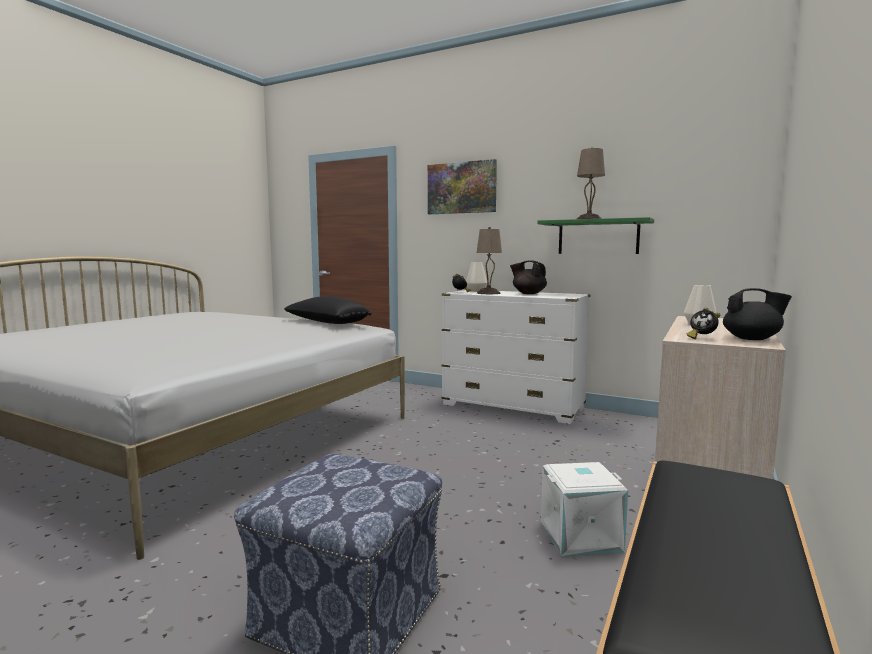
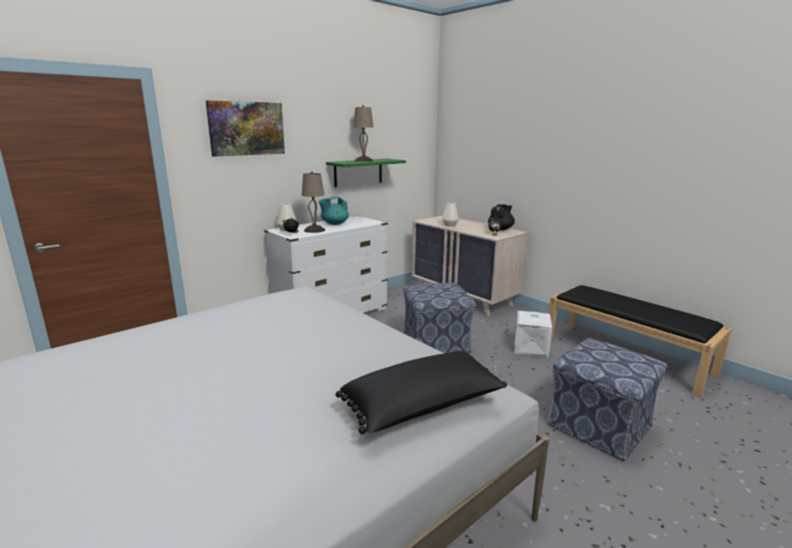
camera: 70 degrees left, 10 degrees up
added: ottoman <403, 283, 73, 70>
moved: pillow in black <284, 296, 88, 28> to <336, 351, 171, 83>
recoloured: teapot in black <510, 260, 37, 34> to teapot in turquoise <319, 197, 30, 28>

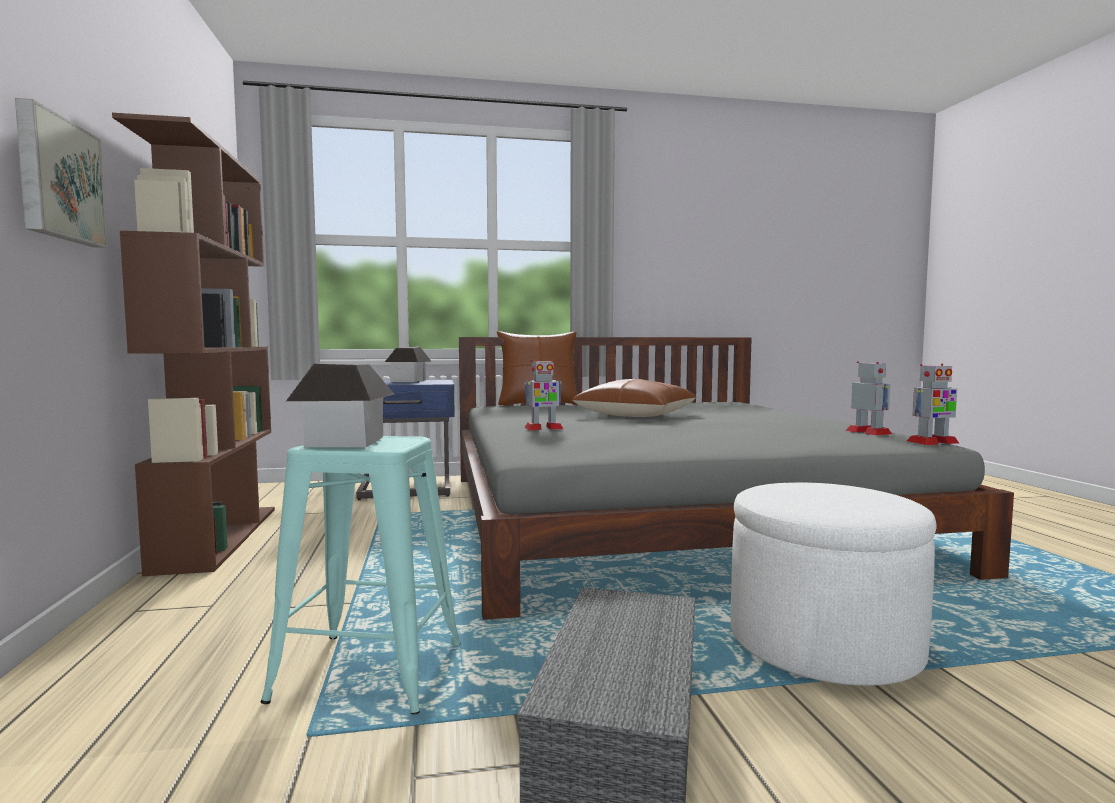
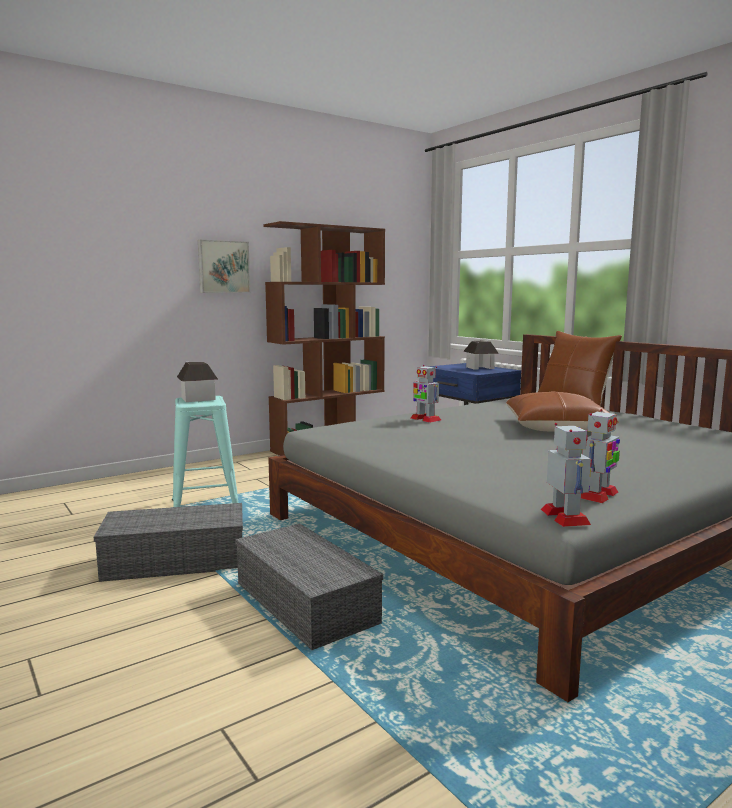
camera: 65 degrees right, 5 degrees up
replaced: ottoman in white <731, 482, 206, 204> to storage box in grey <235, 523, 148, 127>
turned: toy robot <907, 364, 52, 81> = <541, 423, 51, 104> 150 degrees counterclockwise

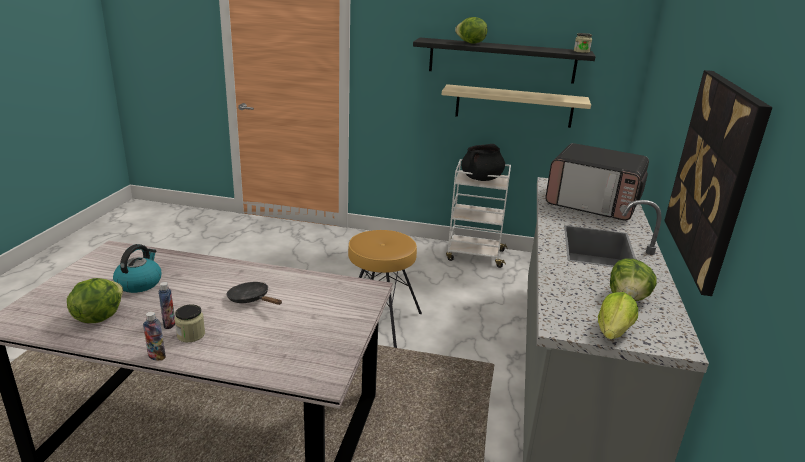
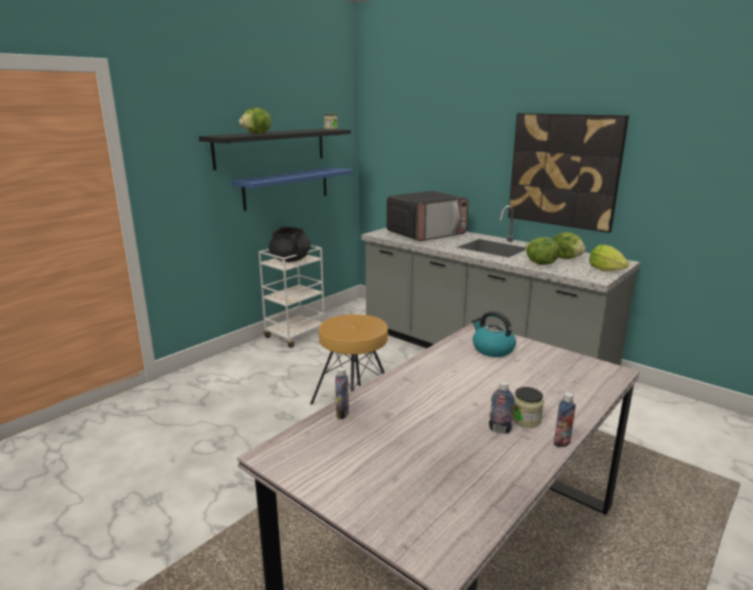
camera: 60 degrees left, 5 degrees down
removed: frying pan in black <226, 282, 56, 23>
added: bottle <335, 367, 14, 52>
moved: lettuce <67, 278, 56, 45> to <525, 237, 34, 28>; kettle <113, 244, 48, 49> to <472, 311, 44, 46>
recoloured: shelf in beige <442, 84, 149, 44> to shelf in blue <231, 167, 122, 44>

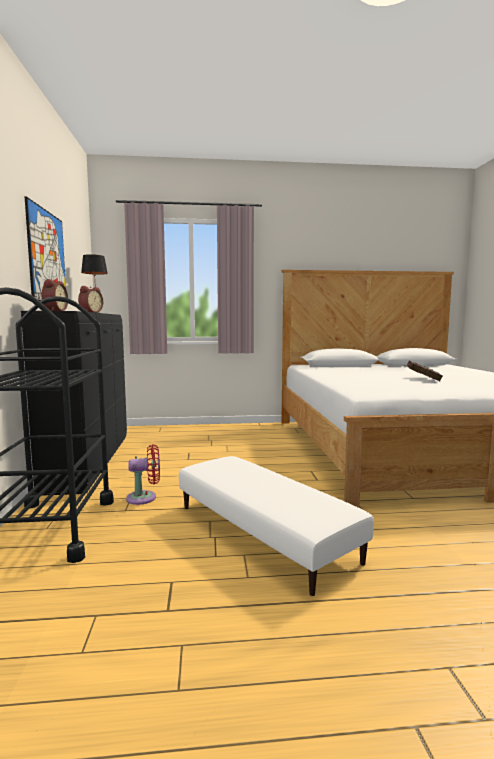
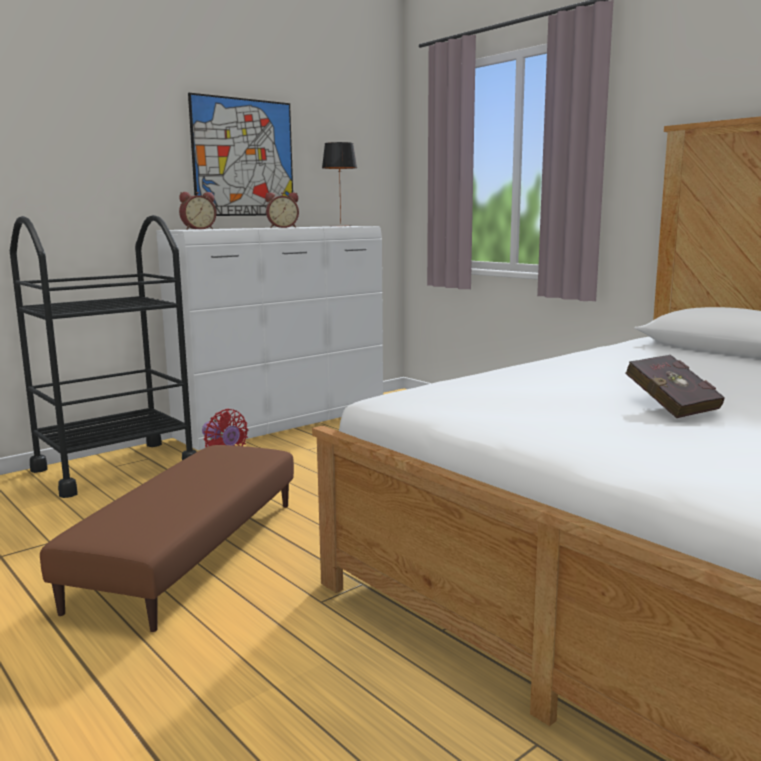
camera: 55 degrees right, 5 degrees up
recoloured: dresser in black <21, 311, 106, 185> to dresser in white <156, 226, 227, 224>; ottoman in white <179, 456, 195, 140> to ottoman in brown <40, 445, 254, 187>

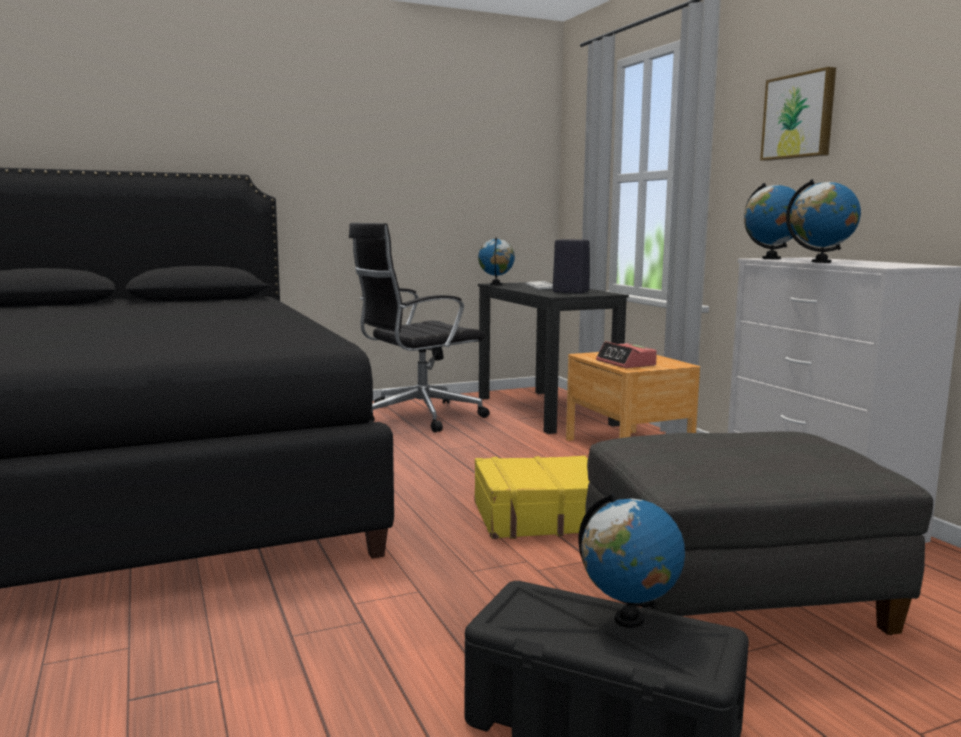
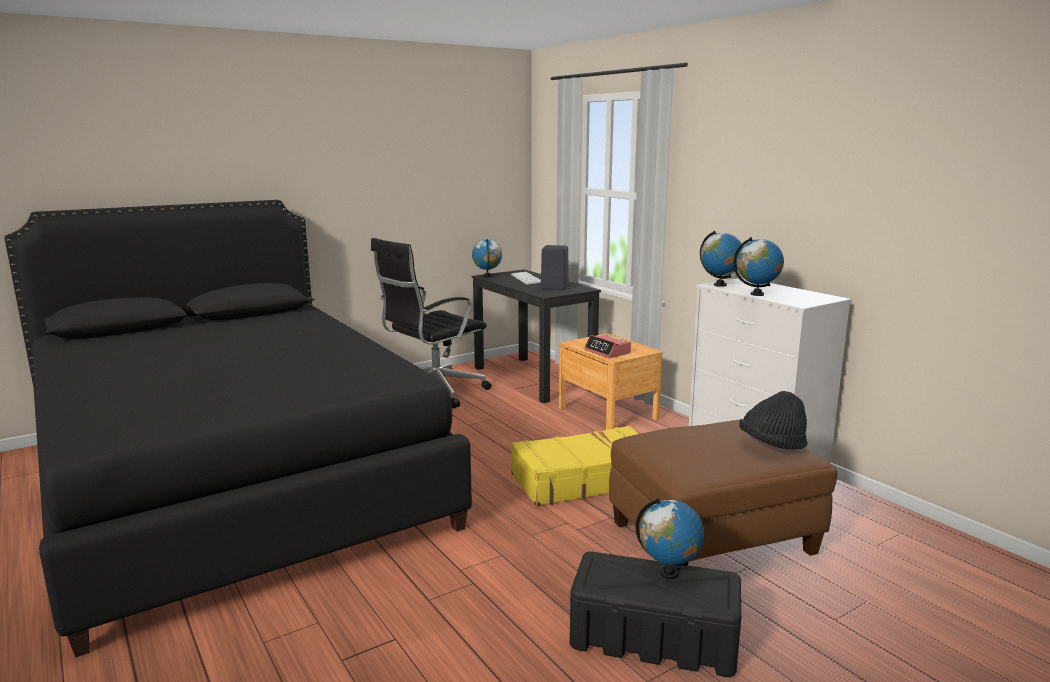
camera: 10 degrees left, 5 degrees up
removed: picture <760, 67, 76, 94>
added: hat in black <739, 391, 68, 59>
recoloured: ottoman in grey <585, 432, 348, 203> to ottoman in brown <609, 419, 228, 146>

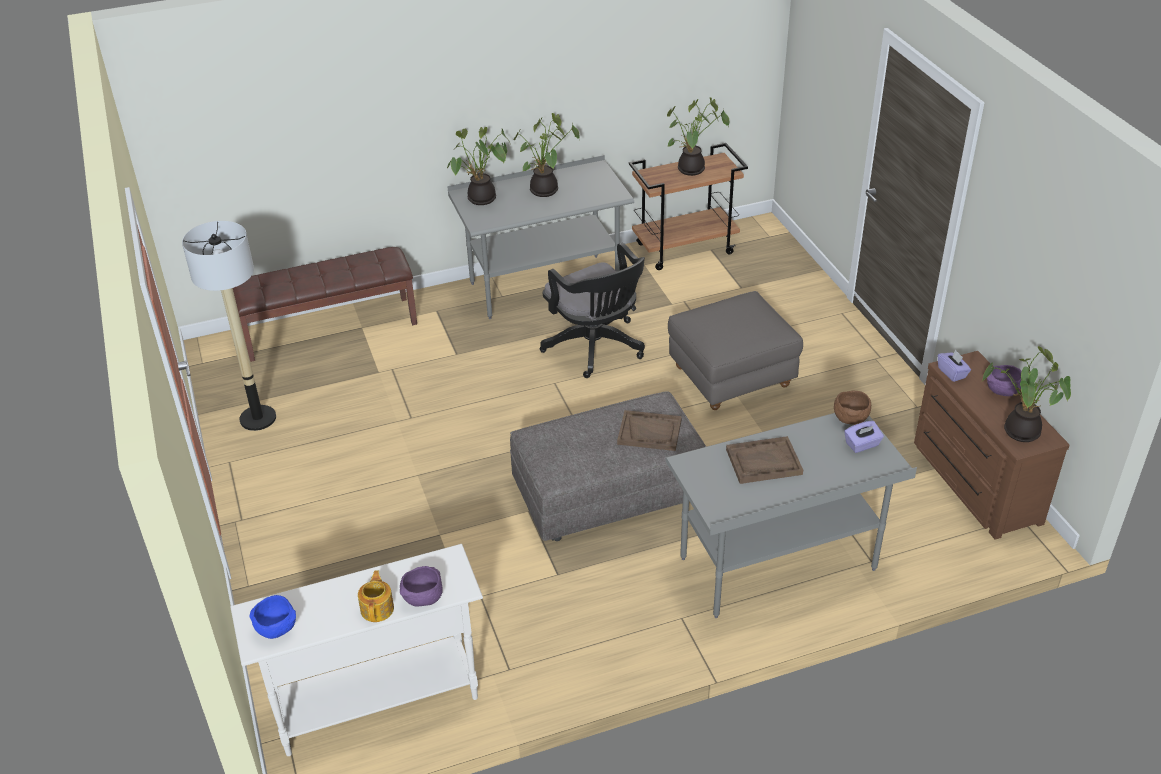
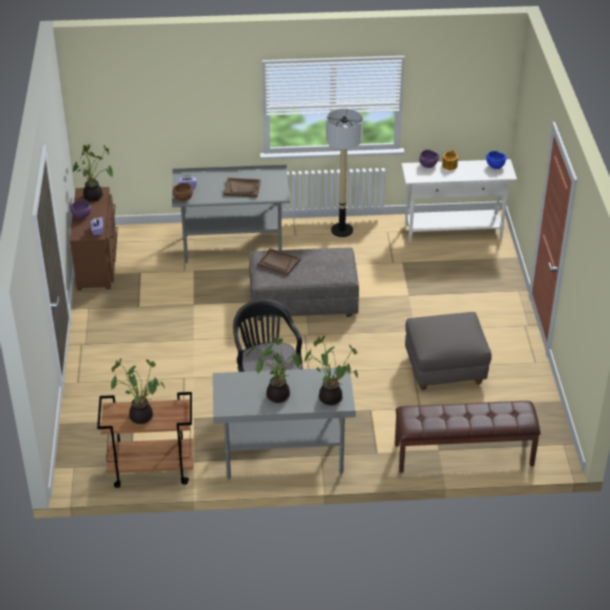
camera: 165 degrees left, 0 degrees up
moved: floor lamp <182, 221, 94, 210> to <326, 109, 37, 128>; ottoman in grey <668, 291, 135, 119> to <405, 312, 87, 78>

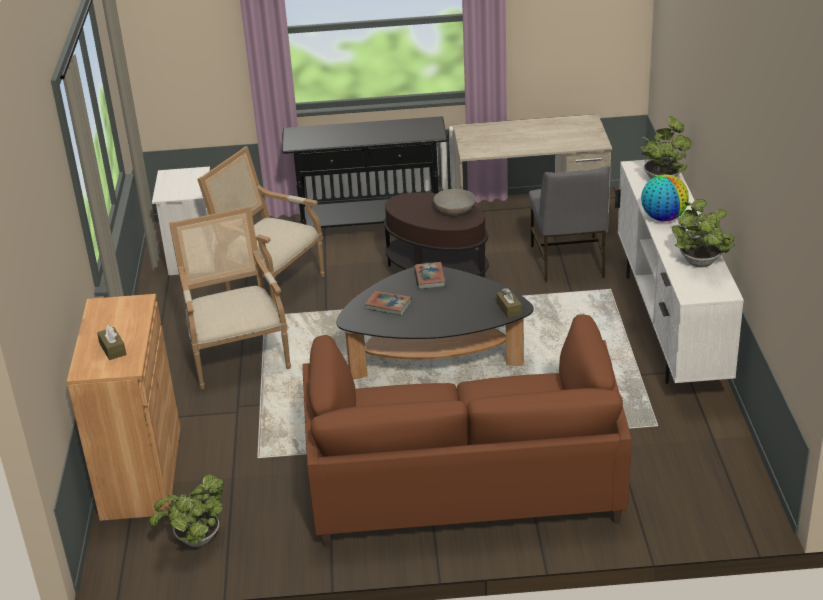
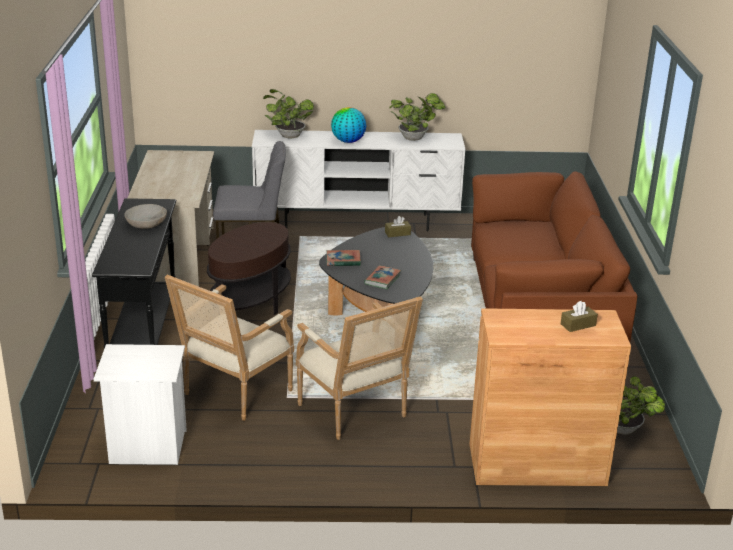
camera: 90 degrees left, 5 degrees down
moved: bowl in grey <434, 189, 42, 26> to <124, 204, 43, 25>
turned: armchair <169, 206, 122, 184> = <296, 296, 127, 144> 105 degrees counterclockwise

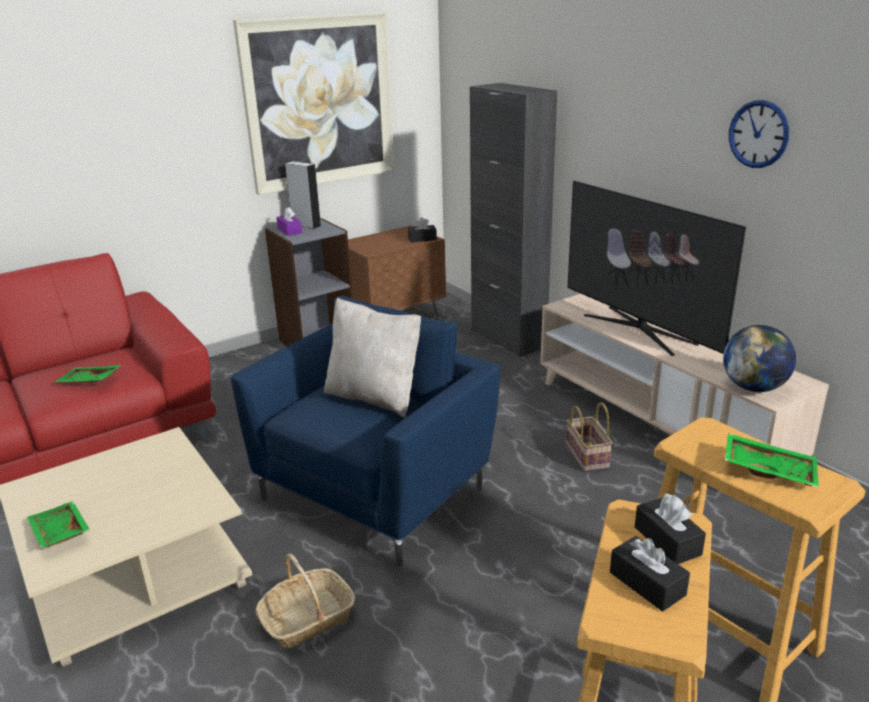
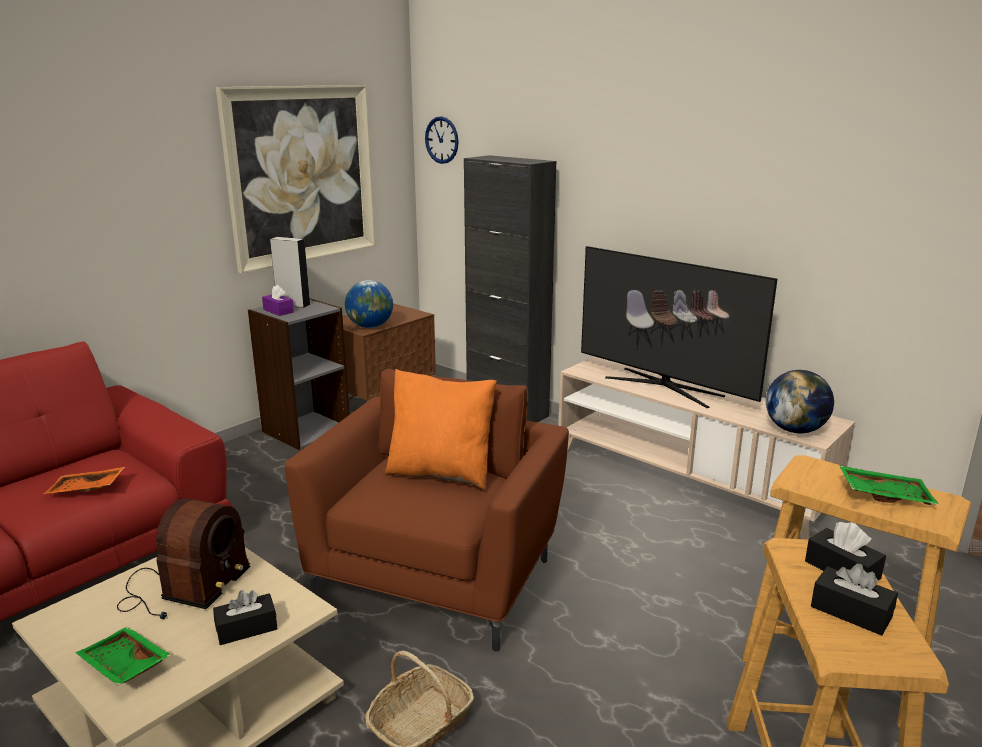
camera: 15 degrees left, 5 degrees down
removed: basket <566, 402, 47, 70>
added: radio <117, 498, 133, 121>; globe <345, 280, 48, 48>
moved: tissue box in black <408, 217, 29, 25> to <213, 590, 64, 55>; wall clock <729, 100, 60, 68> to <425, 116, 34, 48>
recoloured: tray in green <55, 365, 66, 18> to tray in orange <43, 467, 82, 27>; armchair in blue <231, 295, 269, 272> to armchair in brown <285, 369, 284, 283>; pillow in beige <324, 298, 97, 120> to pillow in orange <385, 369, 112, 121>

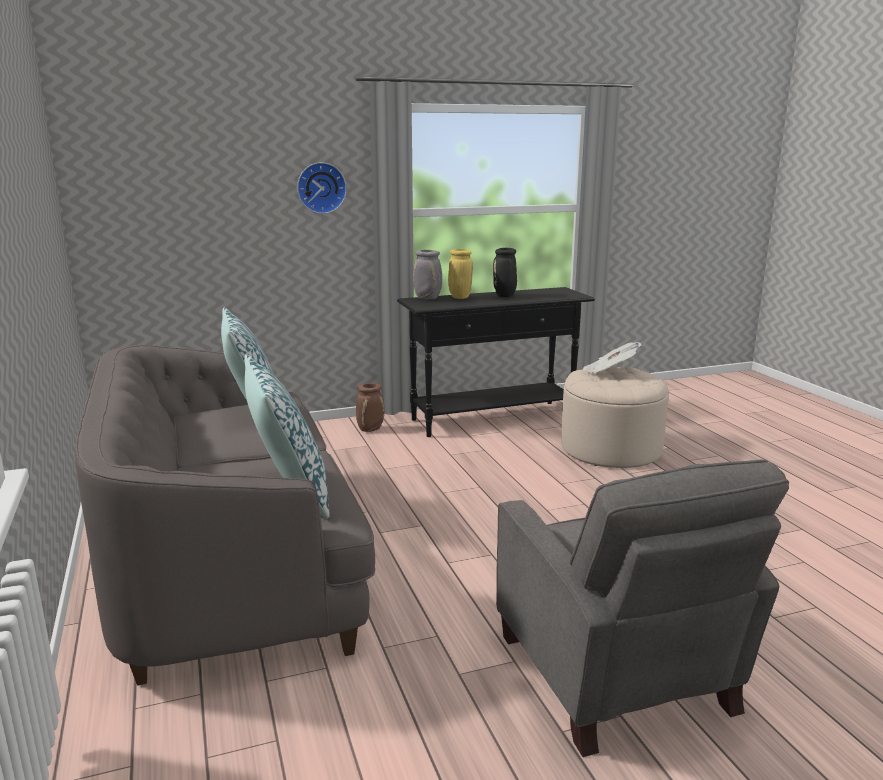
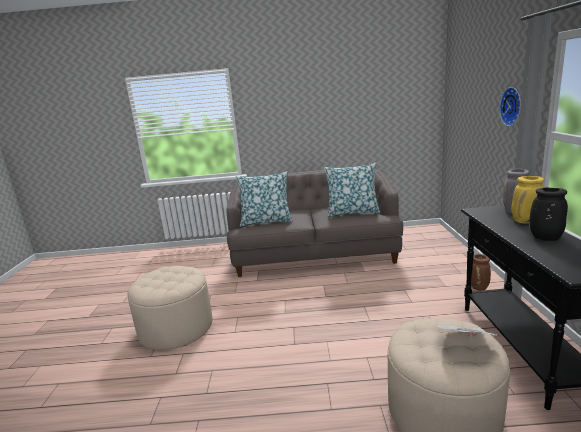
camera: 110 degrees right, 0 degrees up
replaced: armchair in grey <496, 459, 293, 298> to ottoman in beige <128, 266, 85, 84>

